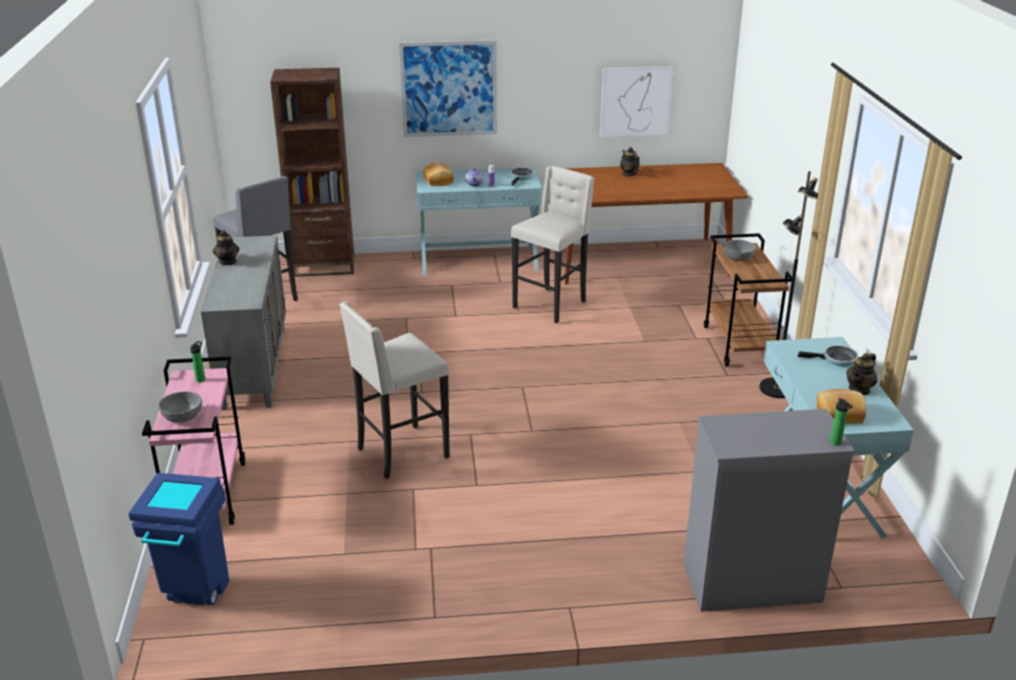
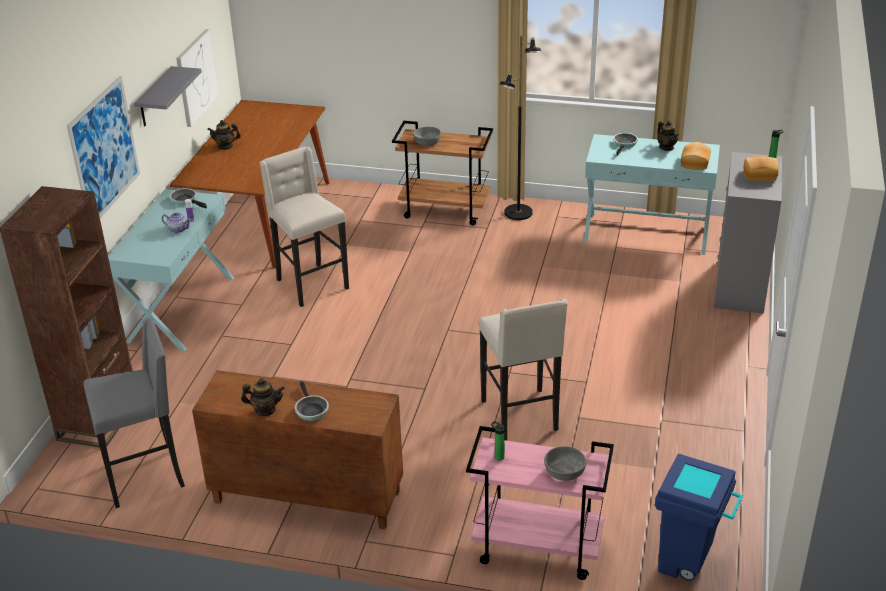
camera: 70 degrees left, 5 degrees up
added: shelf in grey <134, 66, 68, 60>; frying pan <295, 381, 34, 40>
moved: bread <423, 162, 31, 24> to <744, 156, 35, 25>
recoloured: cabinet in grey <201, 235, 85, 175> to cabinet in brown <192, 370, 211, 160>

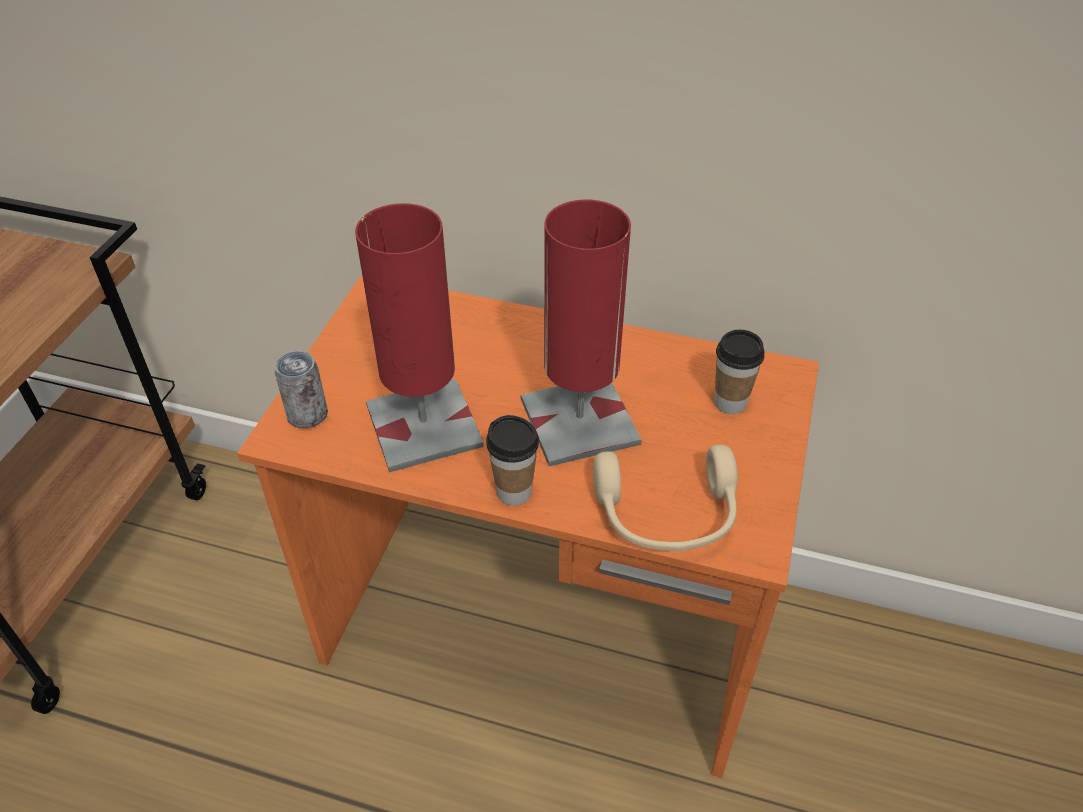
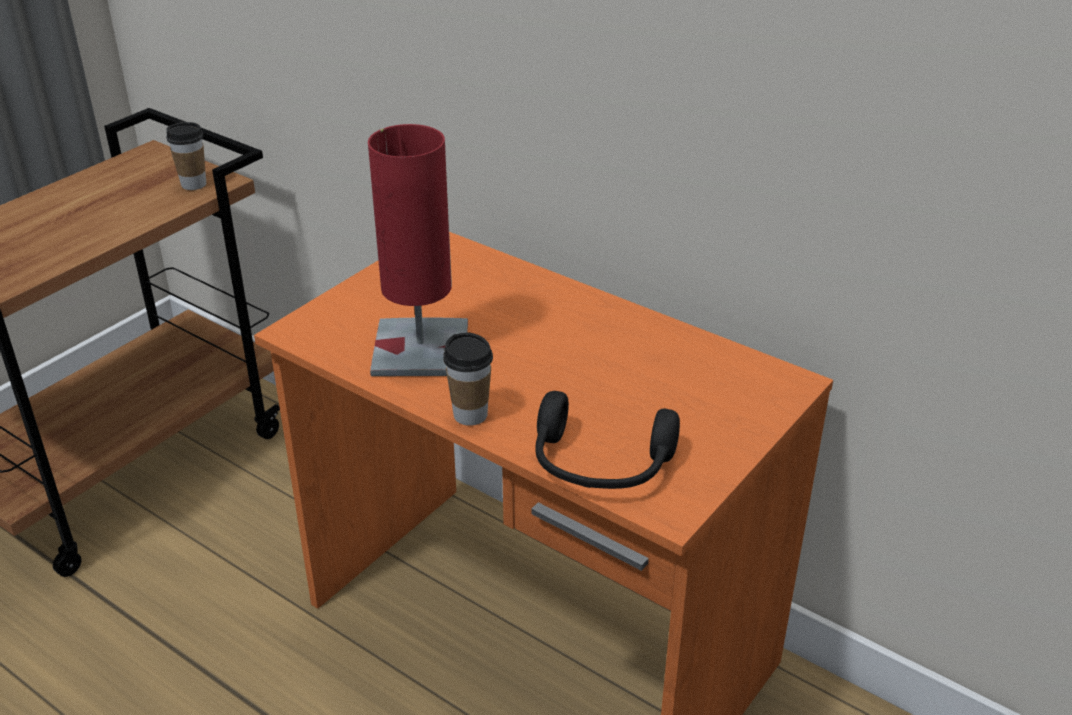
camera: 20 degrees right, 10 degrees down
removed: can <275, 351, 53, 77>; table lamp in red <521, 199, 120, 267>
moved: cup <714, 330, 51, 84> to <166, 122, 40, 68>
recoloured: headphones in beige <593, 445, 145, 107> to headphones in black <535, 391, 145, 98>

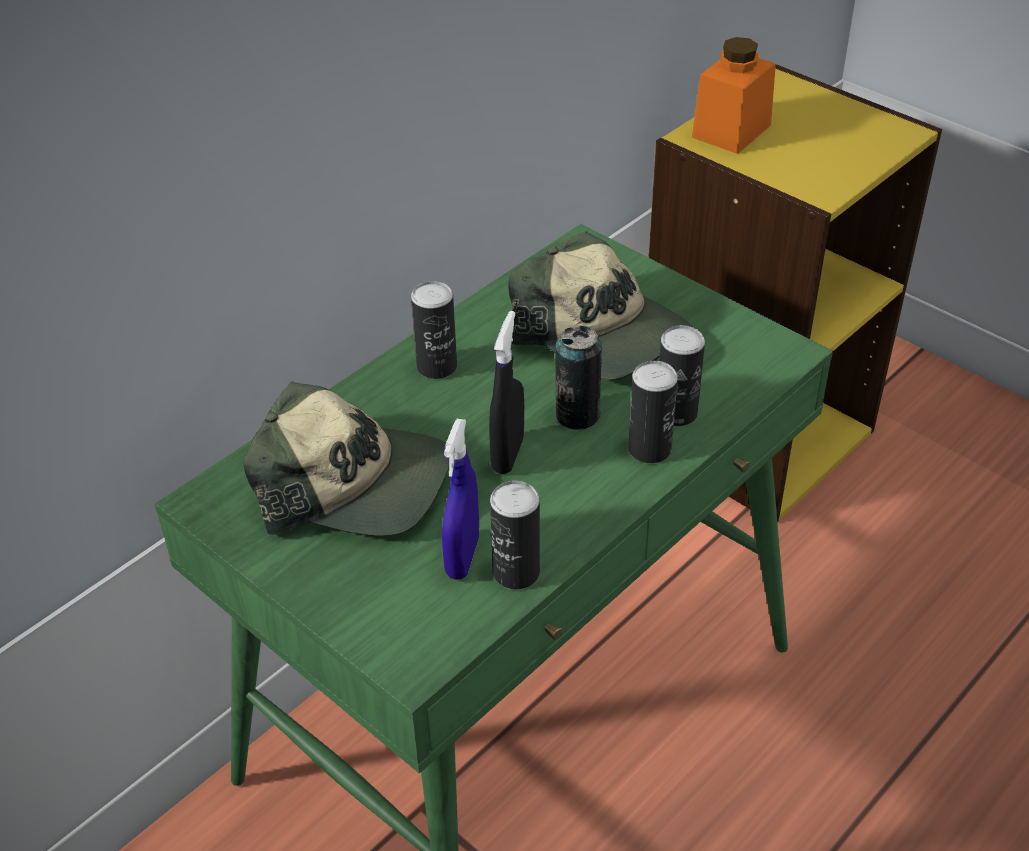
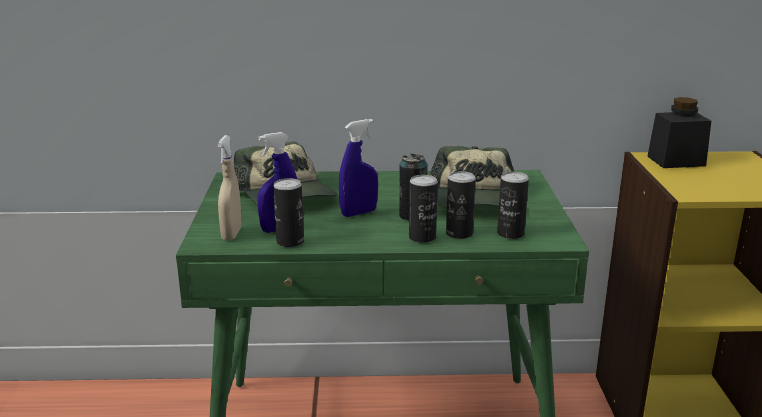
camera: 45 degrees right, 20 degrees down
added: spray bottle in beige <217, 135, 25, 105>
moved: can <411, 281, 46, 98> to <497, 171, 32, 68>
recoloured: spray bottle in black <489, 311, 35, 163> to spray bottle in blue <339, 119, 39, 98>; jar in orange <692, 37, 84, 117> to jar in black <647, 97, 64, 71>

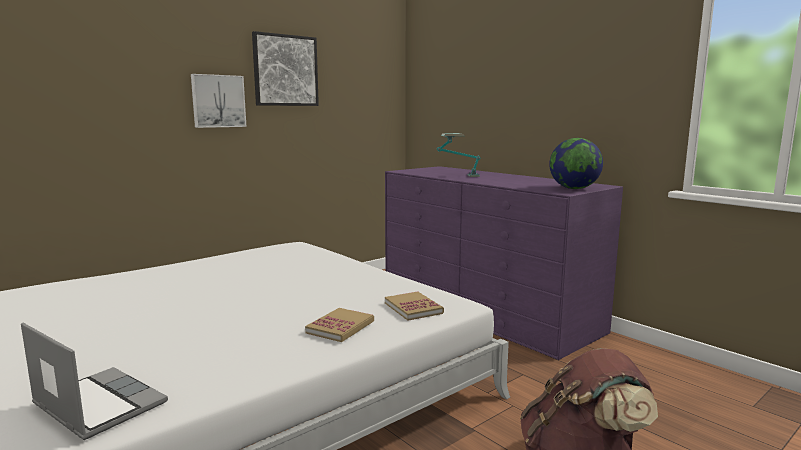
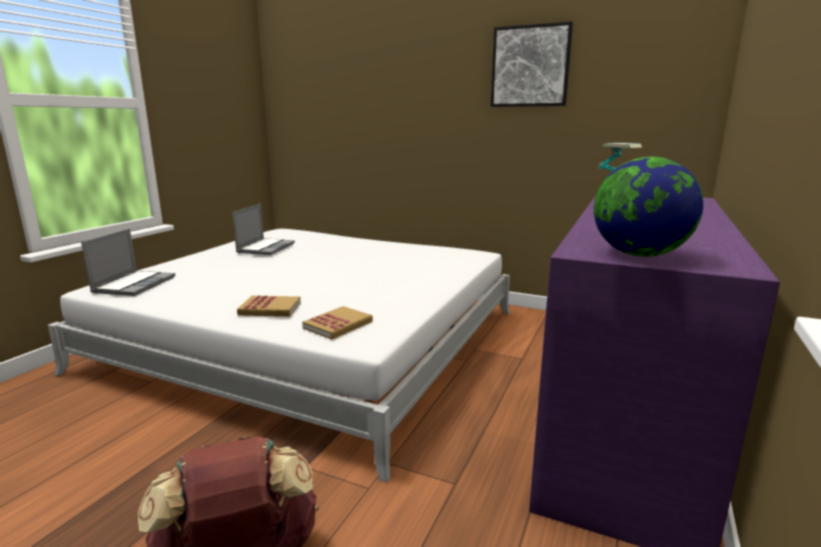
camera: 65 degrees right, 5 degrees up
removed: picture <191, 74, 55, 54>
added: laptop <232, 204, 63, 51>

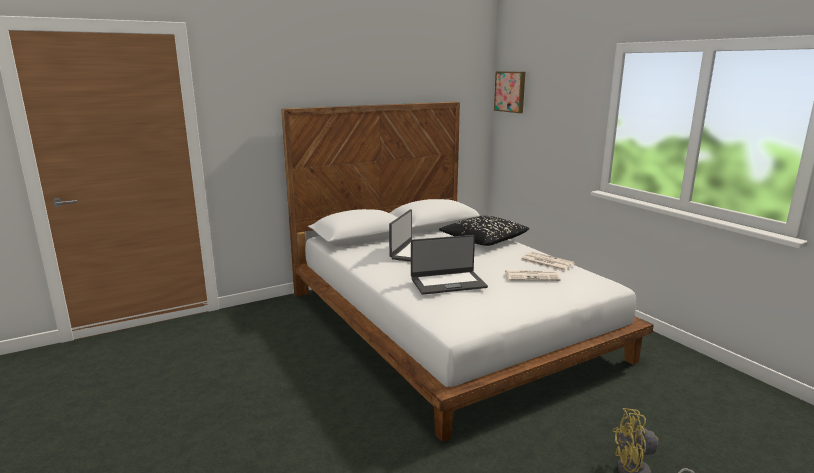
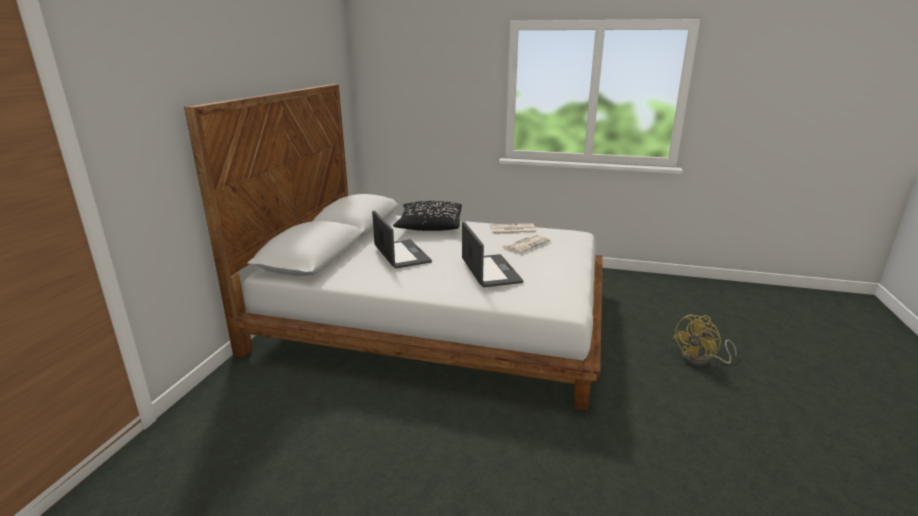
camera: 45 degrees left, 5 degrees up
removed: picture <494, 71, 31, 42>
turned: laptop <411, 235, 77, 60> = <462, 221, 61, 66> 45 degrees counterclockwise

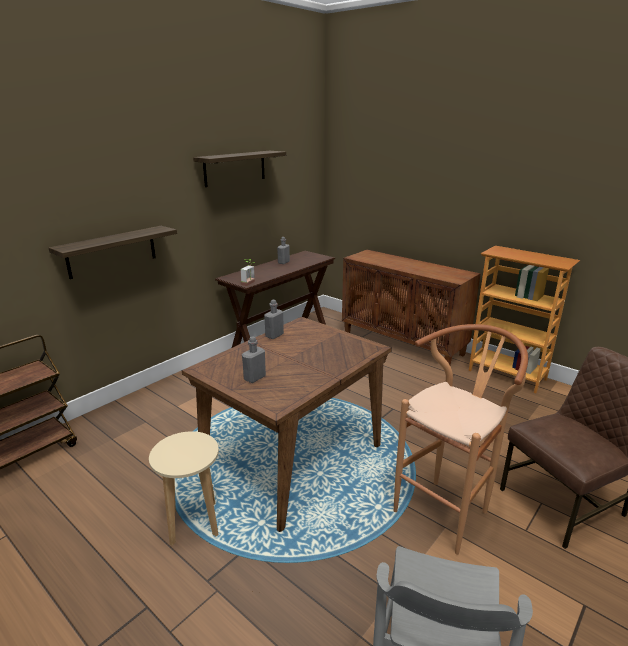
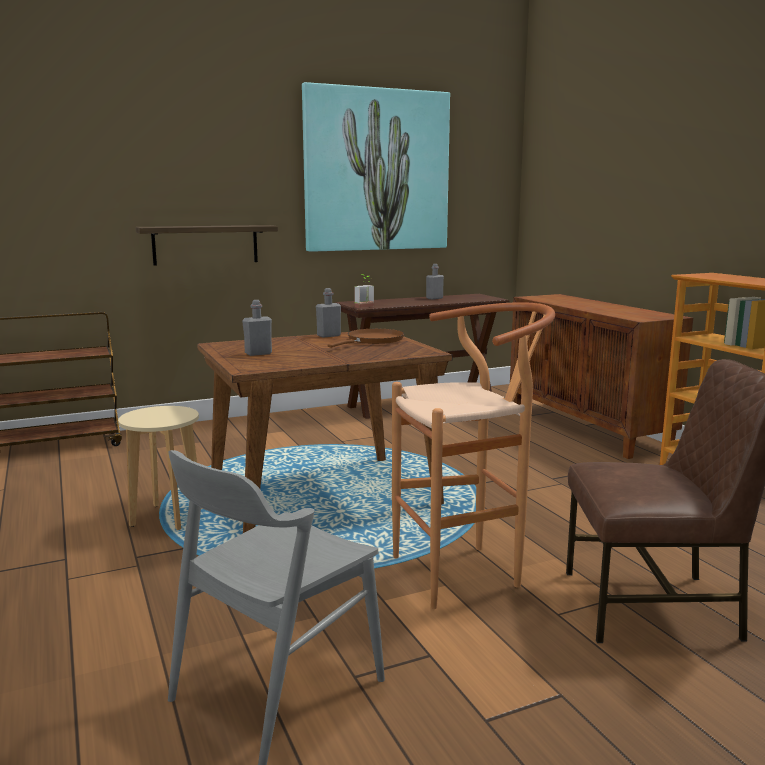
camera: 25 degrees right, 10 degrees down
added: frying pan in brown <328, 329, 76, 18>
replaced: shelf <193, 151, 93, 36> to picture <302, 82, 148, 170>

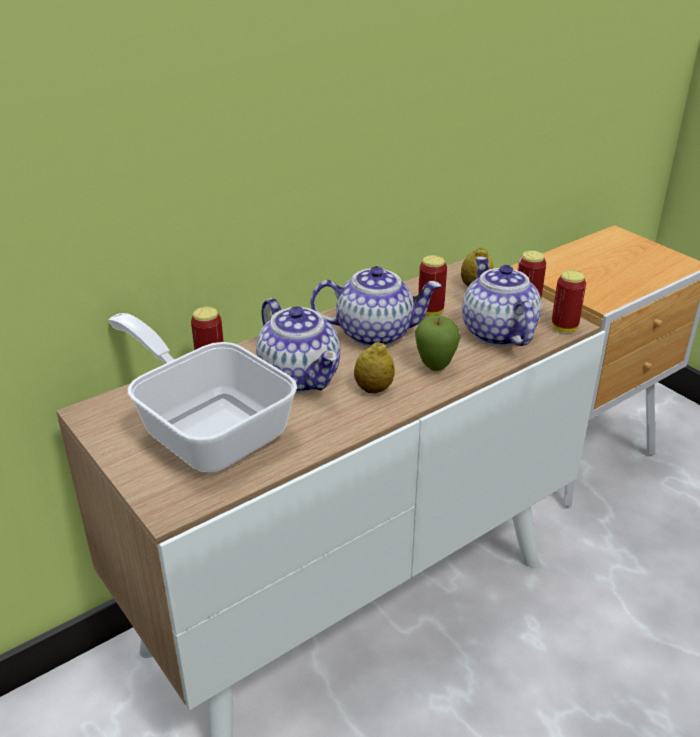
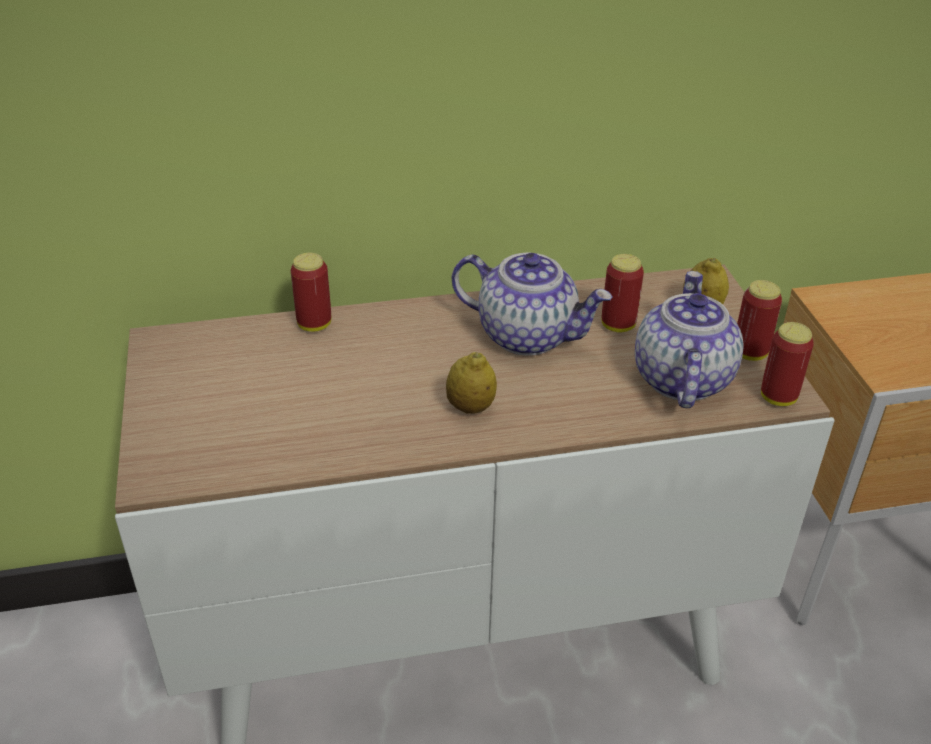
camera: 25 degrees right, 5 degrees up
removed: frying pan <109, 313, 188, 159>; teapot <256, 298, 84, 95>; apple <415, 315, 46, 56>

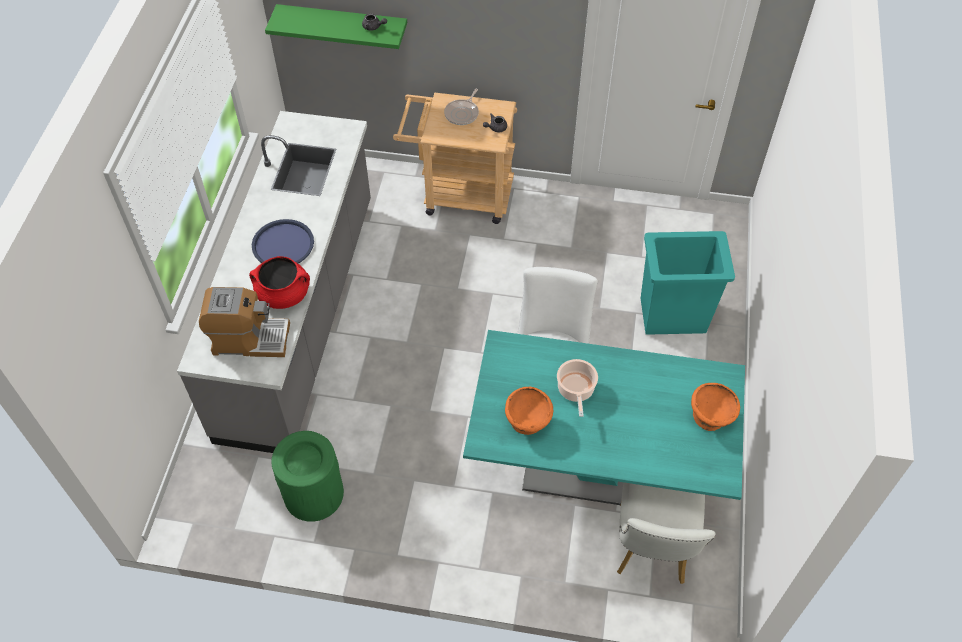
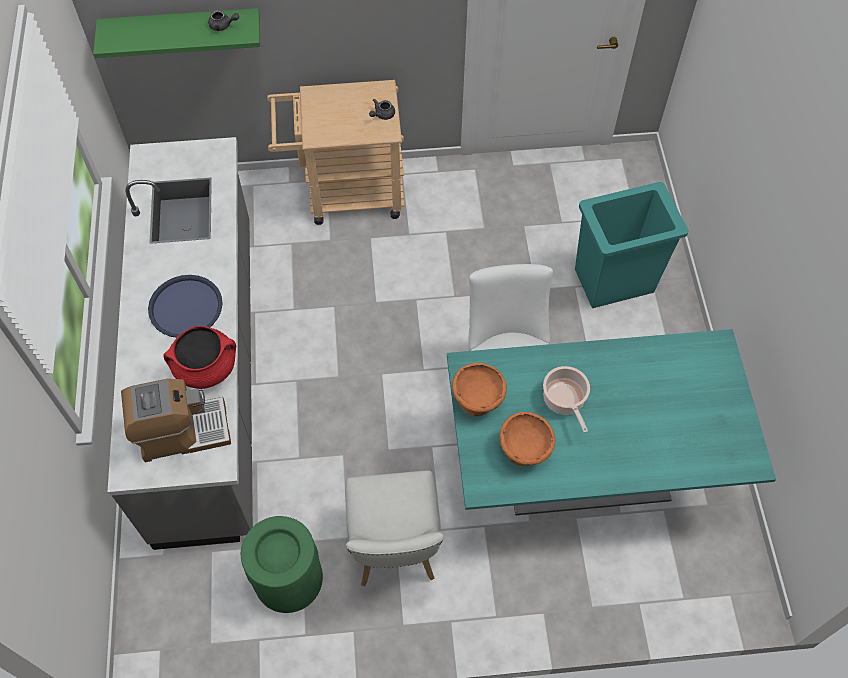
camera: 15 degrees left, 5 degrees up
removed: frying pan <444, 89, 35, 36>
moved: chair in white <617, 482, 99, 102> to <345, 471, 99, 116>; bowl in orange <691, 383, 49, 48> to <452, 363, 55, 53>

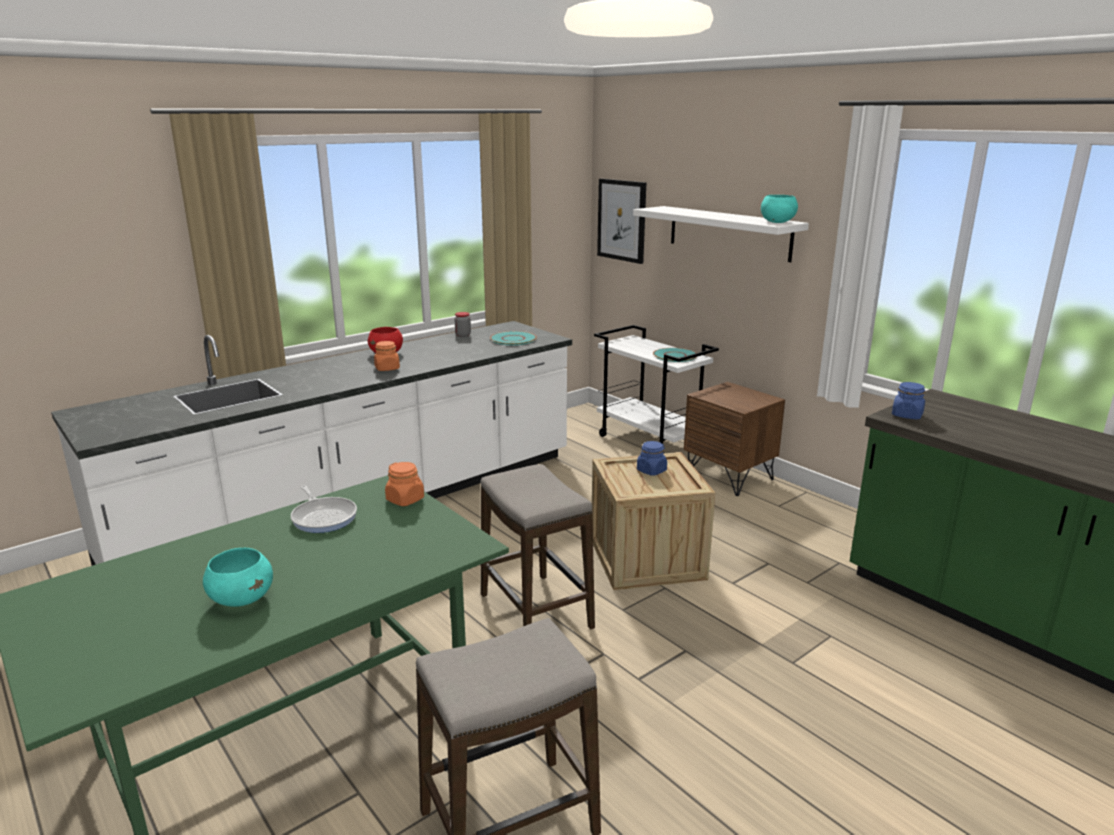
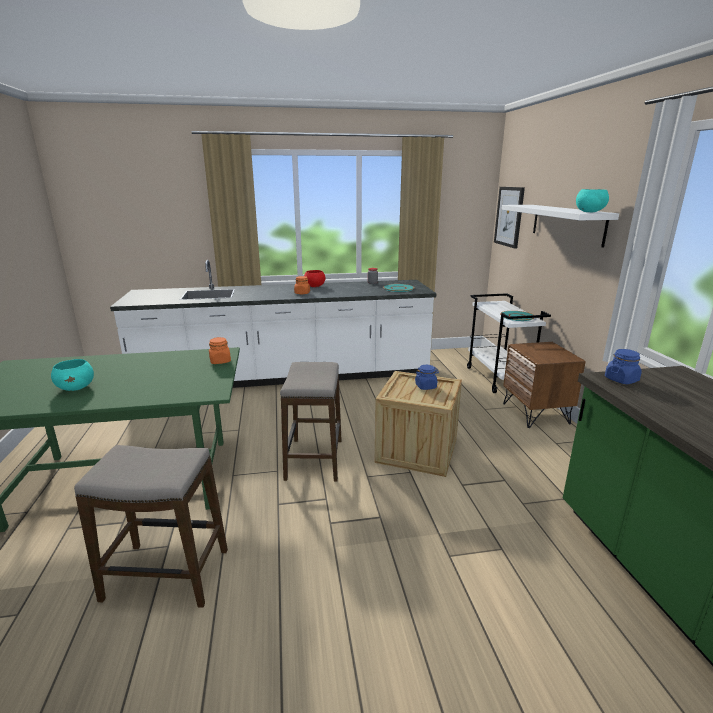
camera: 30 degrees right, 0 degrees up
removed: frying pan <291, 485, 66, 48>

